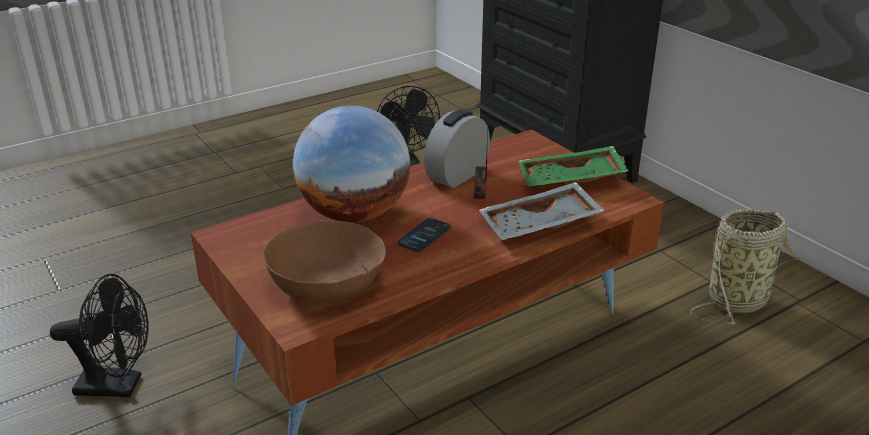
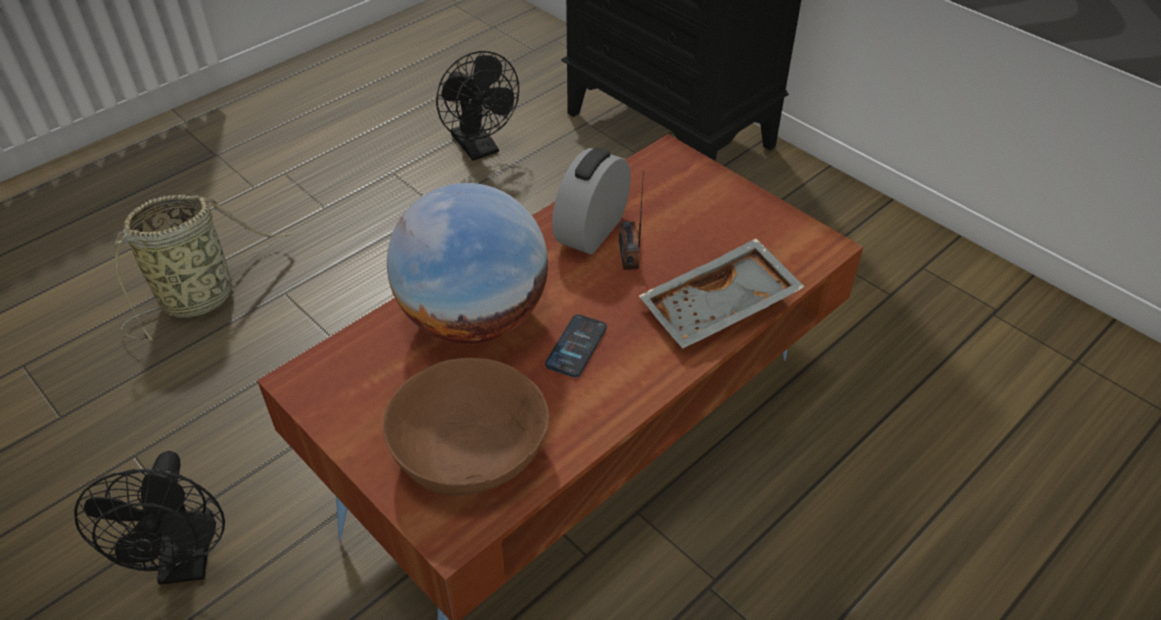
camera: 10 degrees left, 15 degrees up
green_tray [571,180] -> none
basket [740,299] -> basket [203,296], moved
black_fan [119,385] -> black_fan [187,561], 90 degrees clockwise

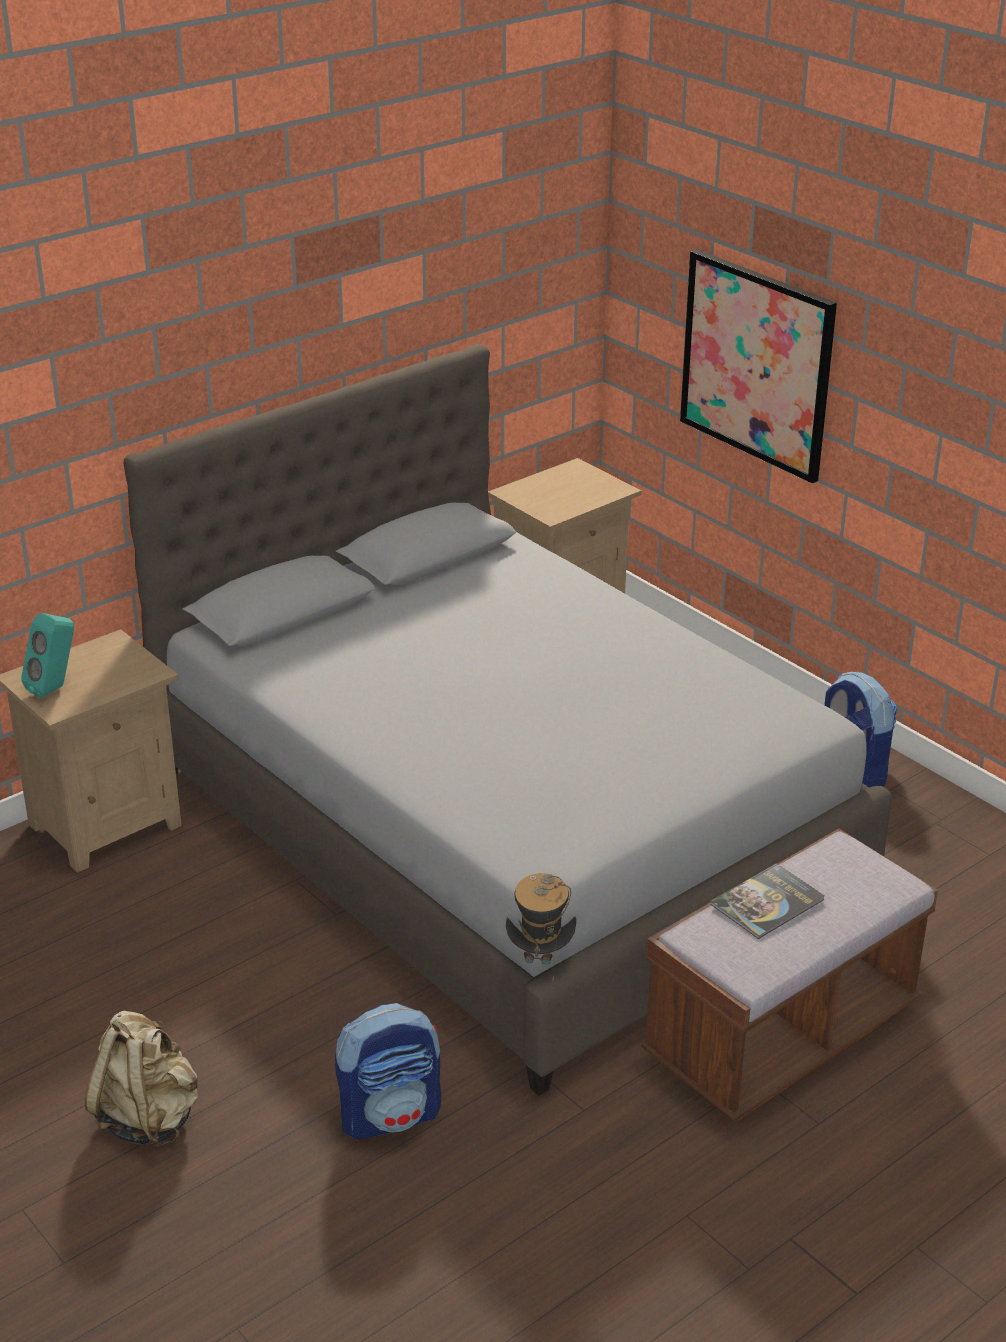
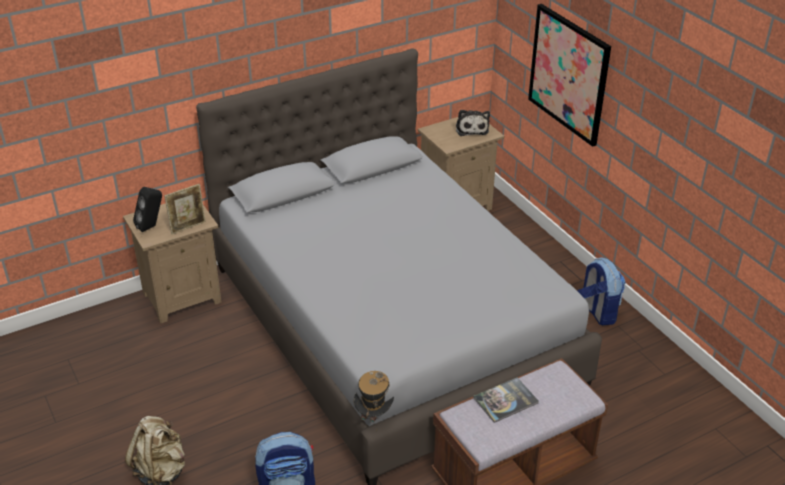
camera: 10 degrees right, 5 degrees up
turquoise_speaker [55,688] -> black_speaker [151,226]
none -> plush_toy [471,128]
none -> picture_frame [188,227]

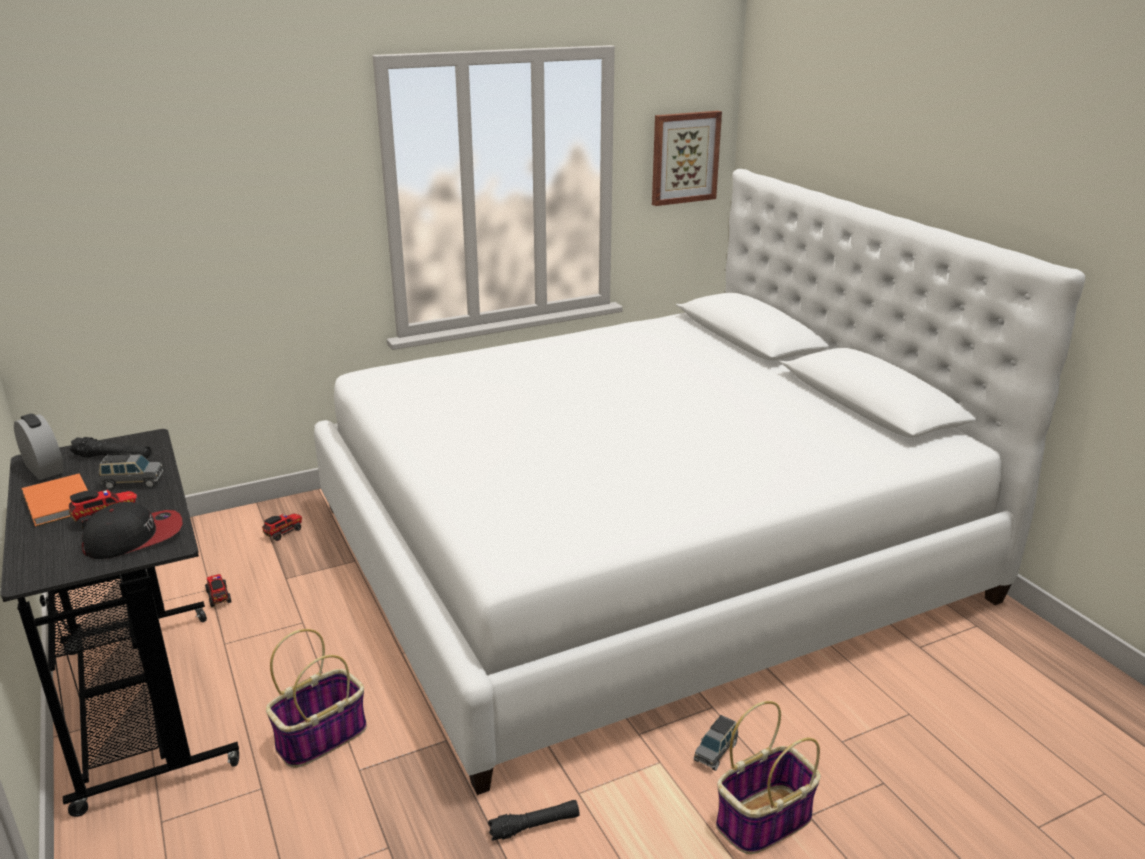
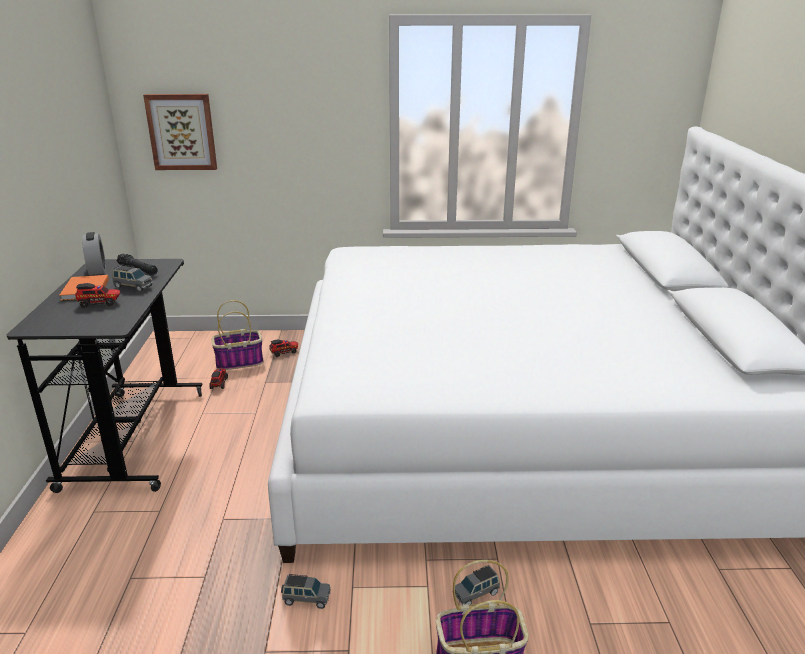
camera: 25 degrees right, 0 degrees up
picture [684,157] -> picture [182,132], moved
cap [134,537] -> none
basket [322,736] -> basket [240,362], moved
black_flashlight [534,826] -> grey_toy_car [306,599]

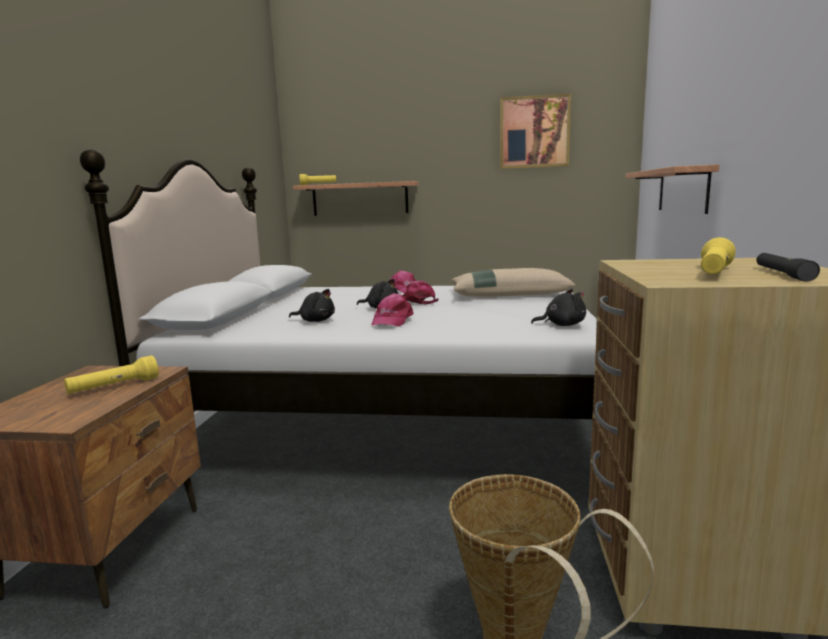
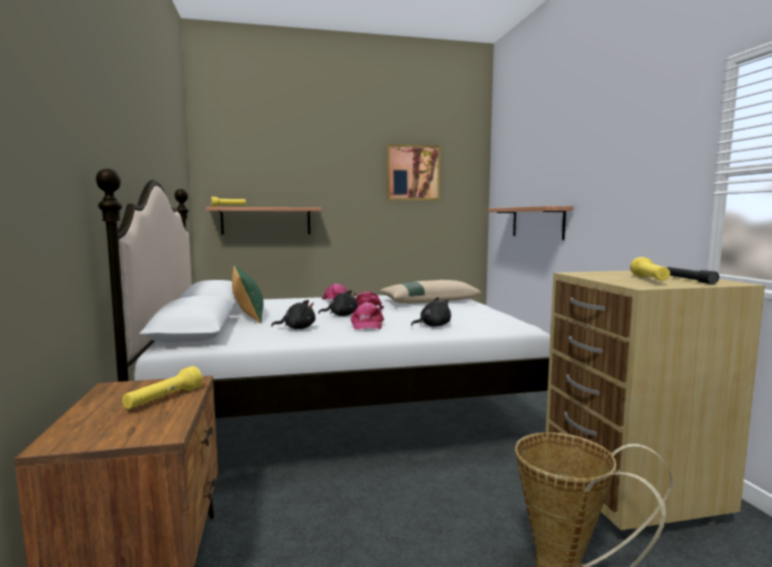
camera: 20 degrees left, 5 degrees down
black_plush_toy [562,325] -> black_plush_toy [433,326], moved
none -> green_pillow [248,314]

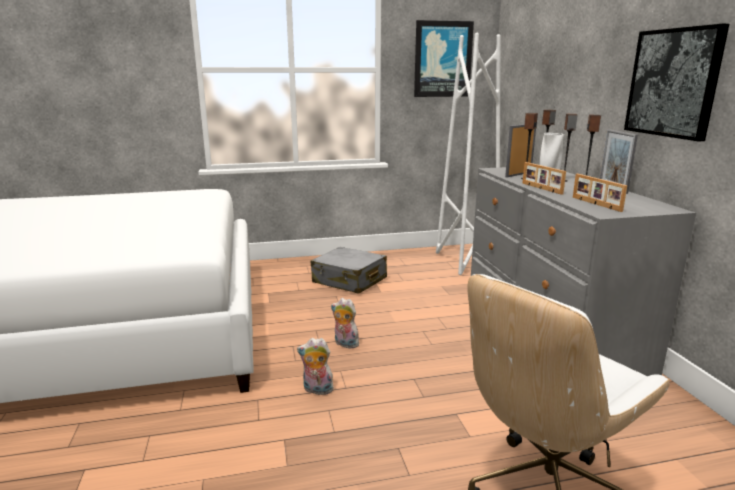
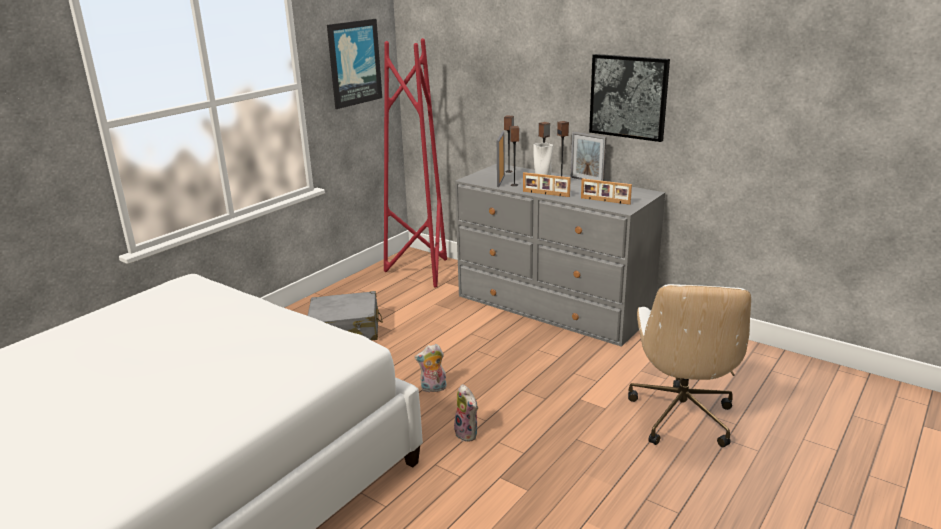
camera: 40 degrees left, 5 degrees up
white_clothes_rack [465,262] -> red_clothes_rack [422,272]
plush_toy [316,390] -> plush_toy [468,433], 90 degrees counterclockwise

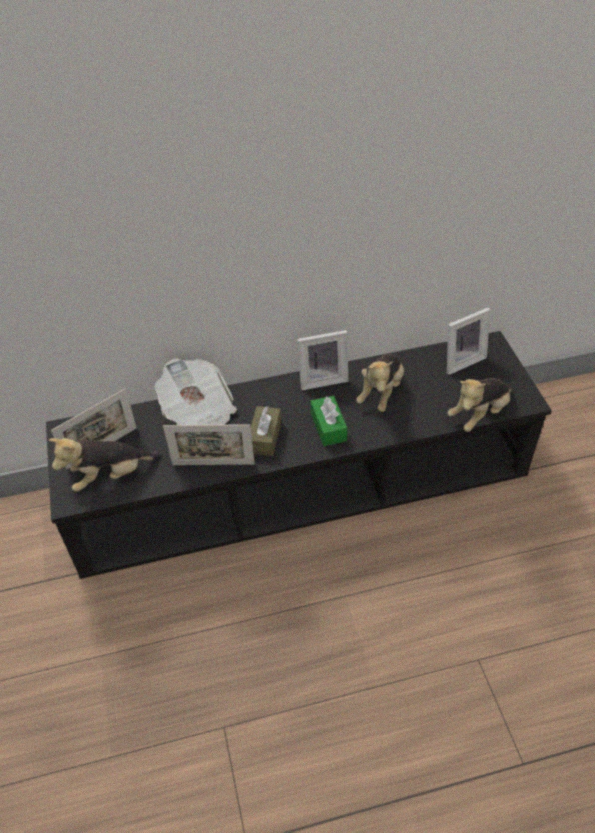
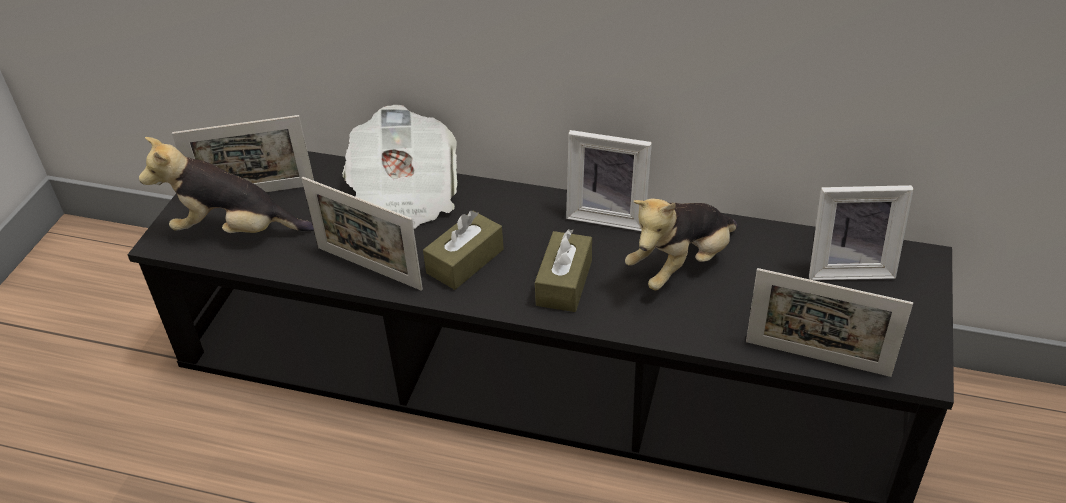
camera: 30 degrees right, 5 degrees down
plush_toy [479,414] -> picture_frame [817,358]
green_tissue_box [328,427] -> brown_tissue_box [564,282]

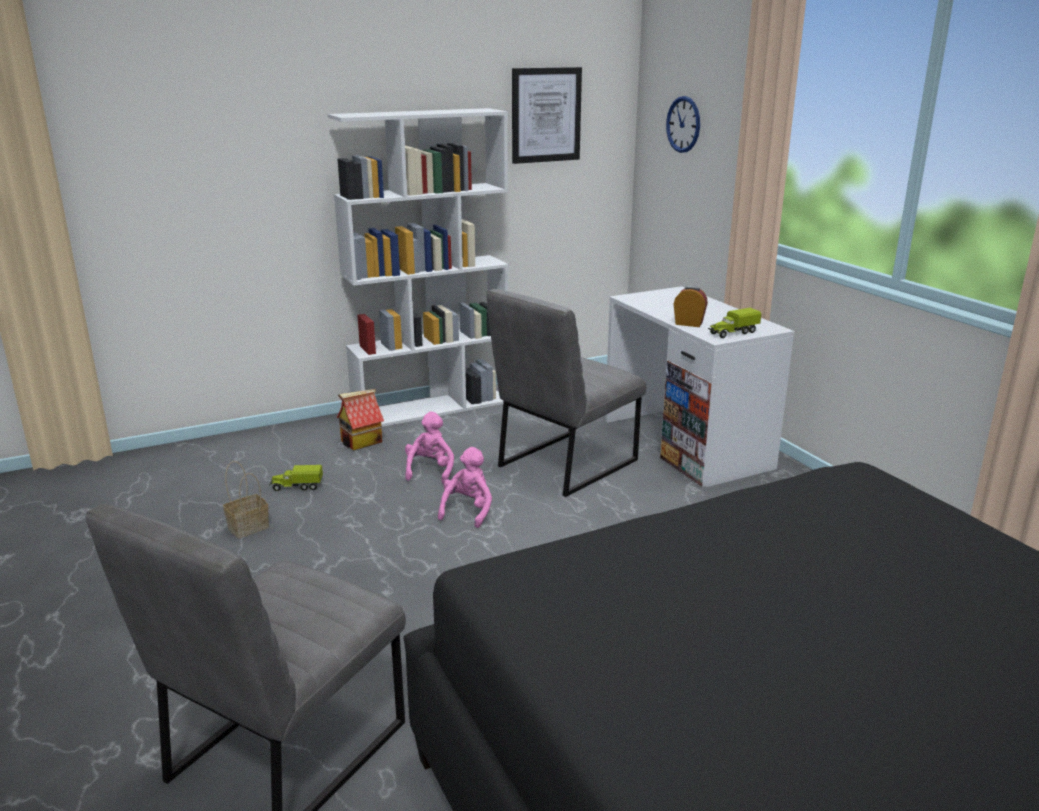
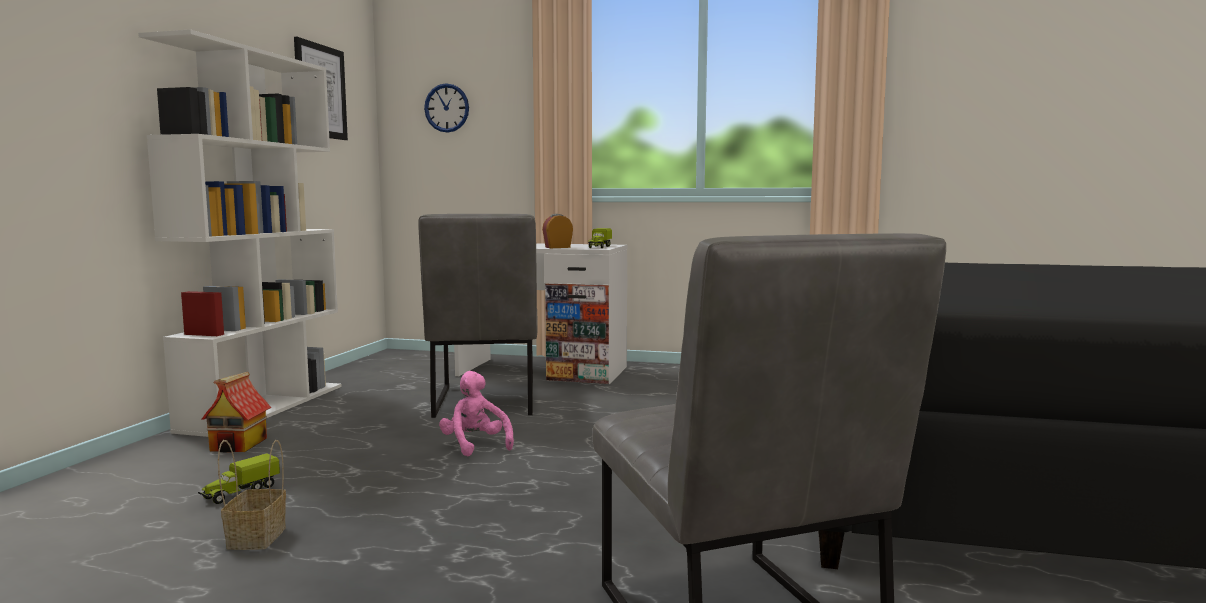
camera: 50 degrees left, 15 degrees down
pink_plush_toy [430,471] -> none

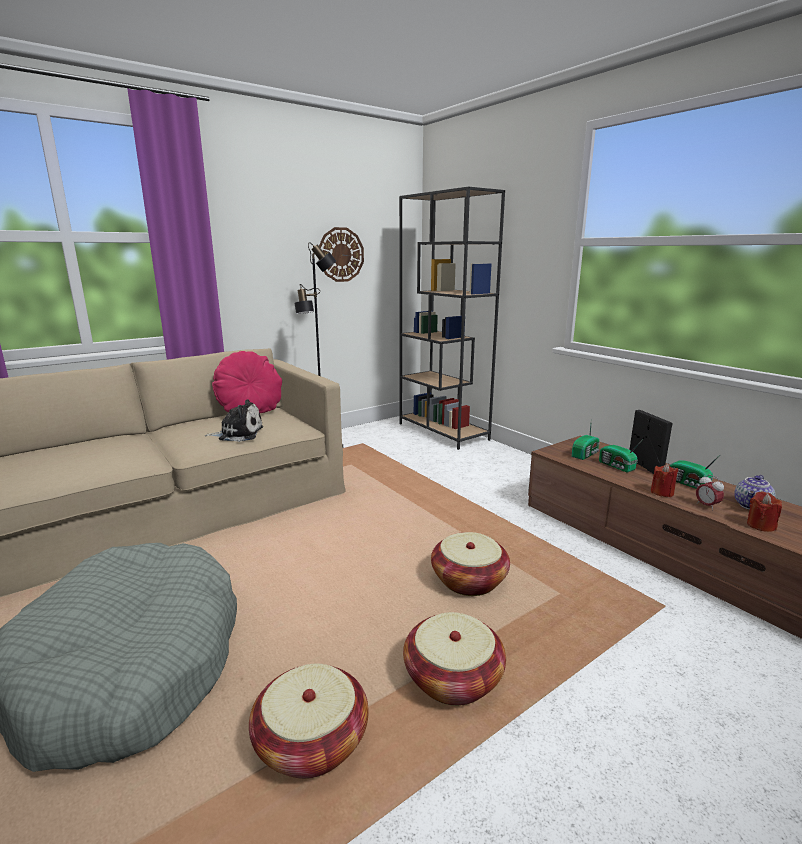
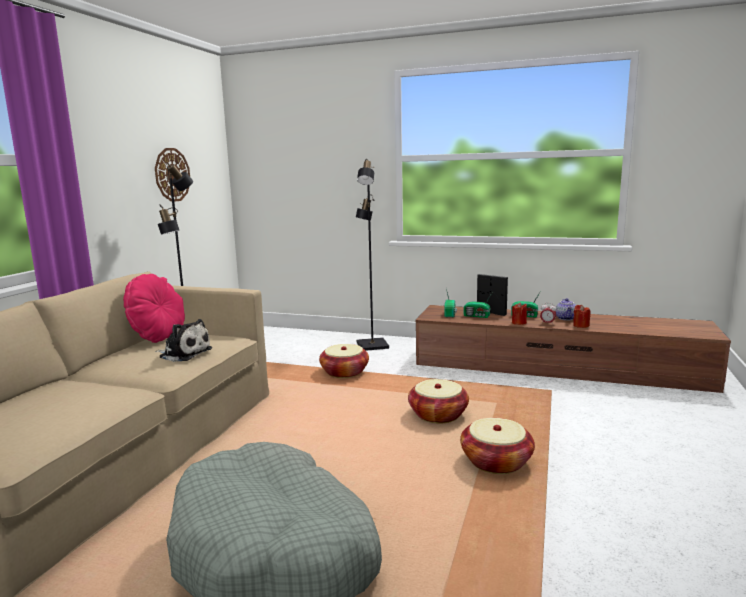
camera: 35 degrees left, 5 degrees down
bookcase [443,431] -> none
plush_toy [238,434] -> plush_toy [184,353], 60 degrees clockwise
basket [311,742] -> basket [344,372], moved
none -> black_floor_lamp [372,345]

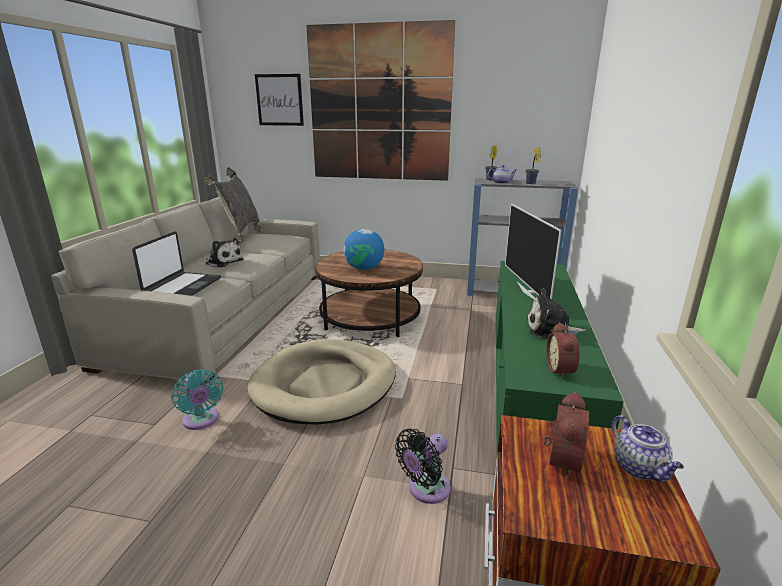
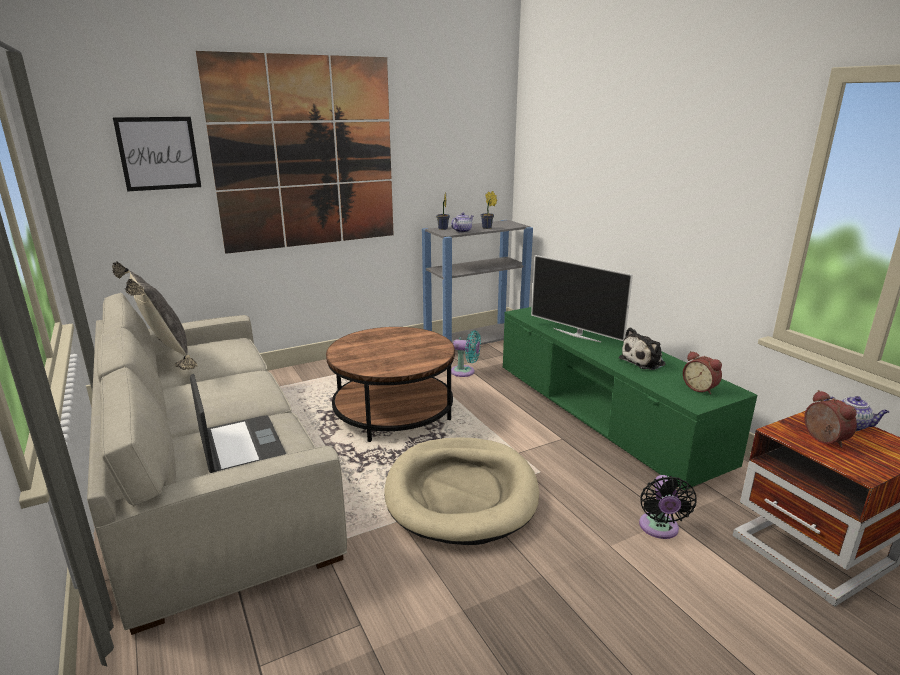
camera: 40 degrees left, 0 degrees up
globe [364,268] -> none
plush_toy [223,262] -> none
turquoise_fan [201,421] -> turquoise_fan [465,372], moved

